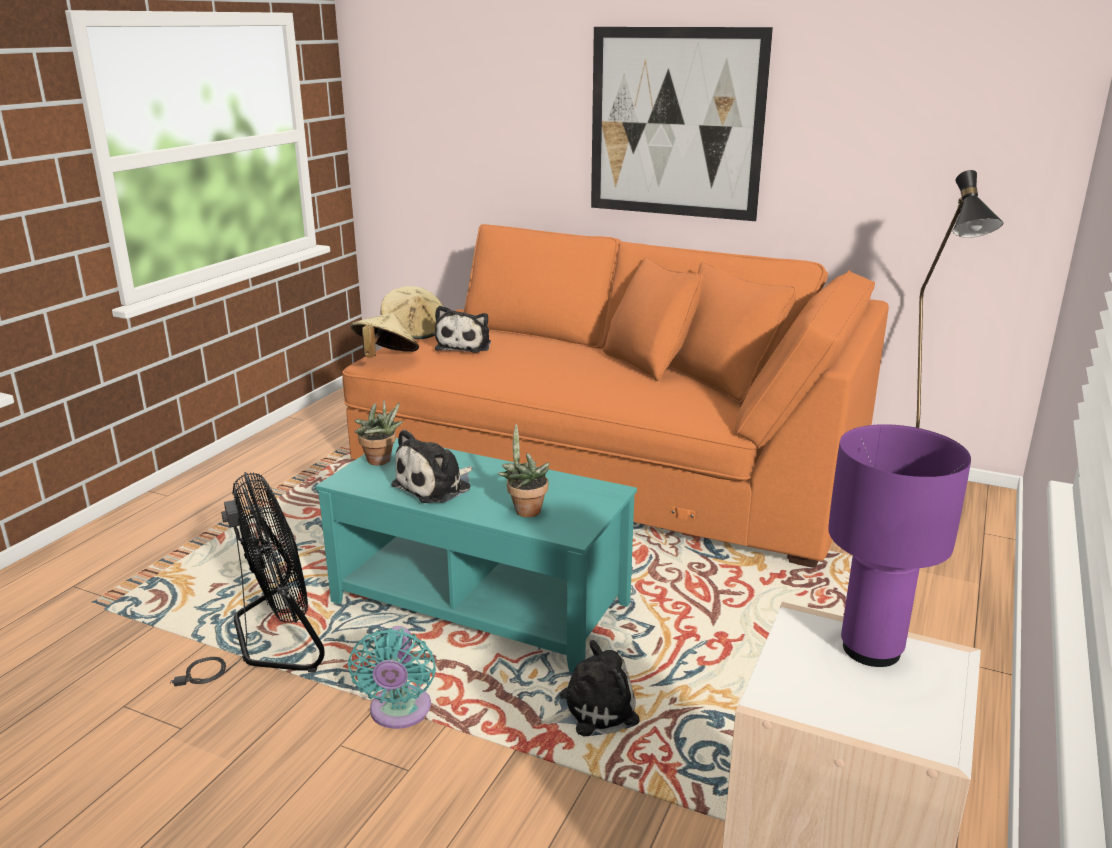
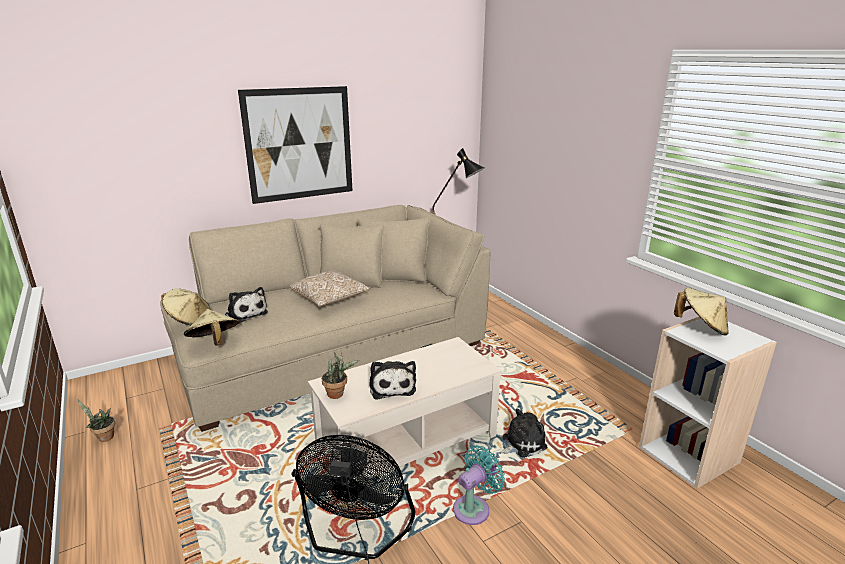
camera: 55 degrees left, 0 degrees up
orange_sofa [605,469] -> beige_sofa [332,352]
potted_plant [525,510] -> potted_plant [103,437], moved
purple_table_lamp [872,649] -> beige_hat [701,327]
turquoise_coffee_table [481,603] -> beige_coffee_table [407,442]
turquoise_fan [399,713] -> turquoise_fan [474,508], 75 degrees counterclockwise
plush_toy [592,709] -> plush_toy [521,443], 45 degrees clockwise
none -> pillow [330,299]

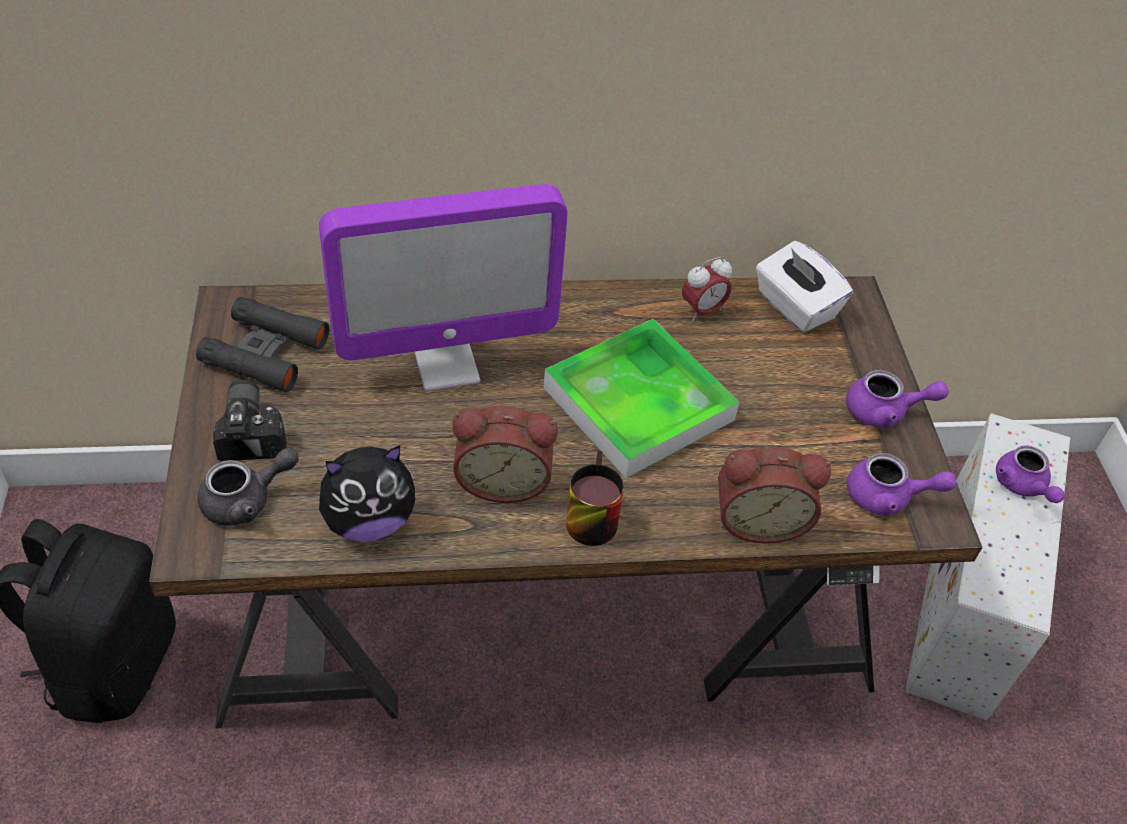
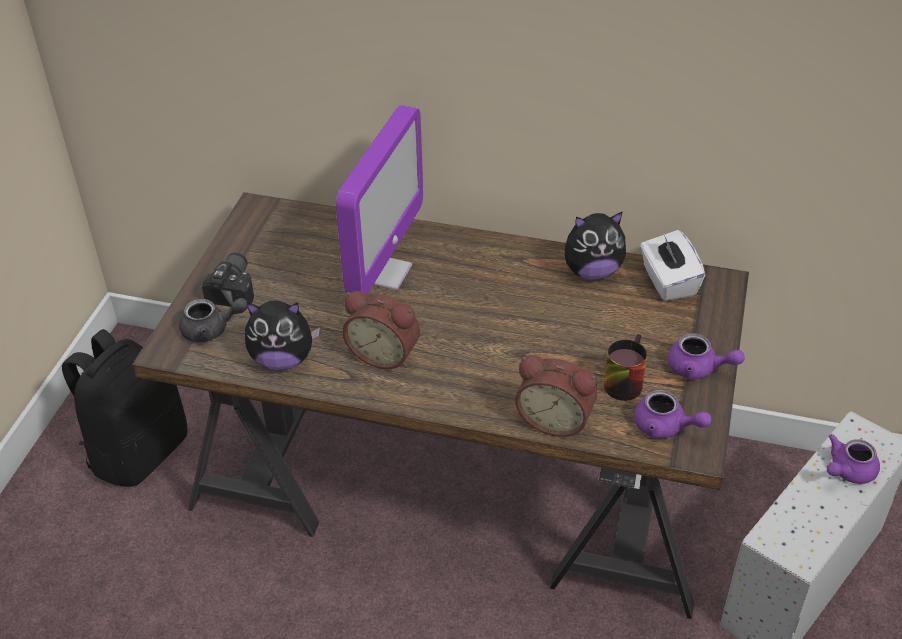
camera: 25 degrees right, 5 degrees down
monitor [446,365] -> monitor [383,272], 75 degrees counterclockwise
alarm_clock [702,311] -> plush_toy [592,271]
black_binoculars [265,352] -> none
tray [638,404] -> none
purple_teapot [1022,486] -> purple_teapot [847,471], 45 degrees clockwise
mug [587,515] -> mug [622,380], moved

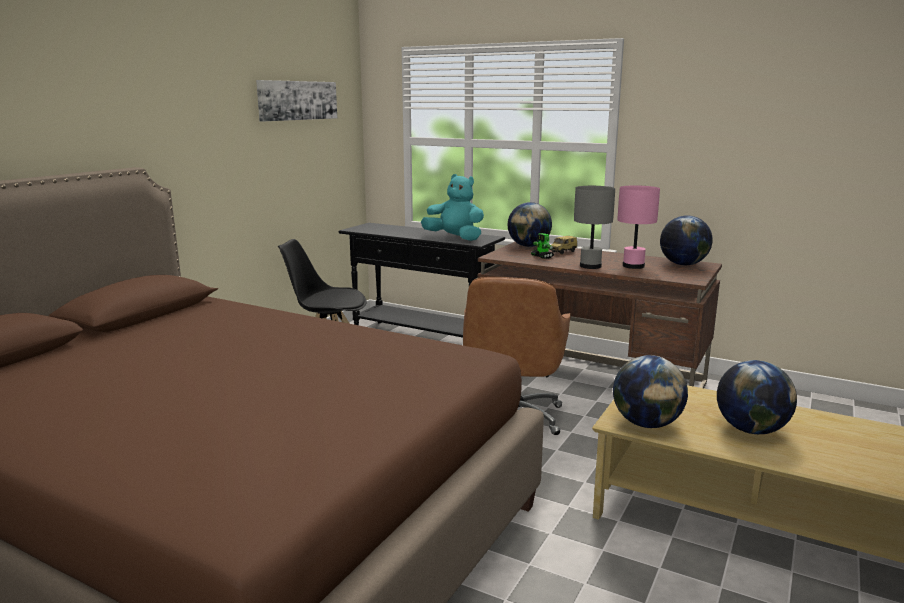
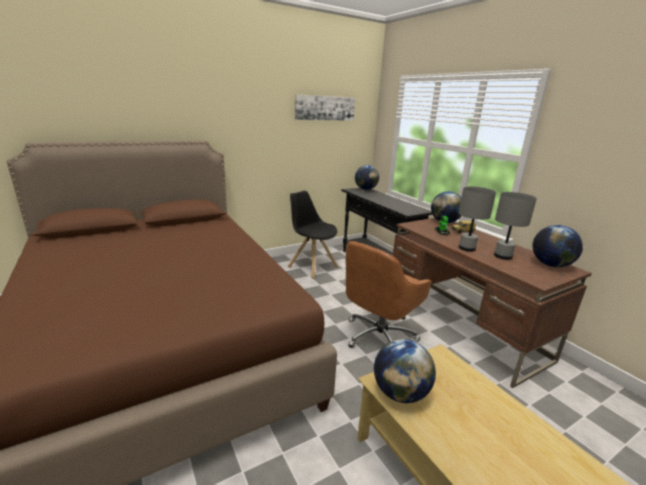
camera: 30 degrees right, 5 degrees up
turquoise_plush_toy [455,238] -> none
pink_table_lamp [633,266] -> grey_table_lamp [502,256]
globe [750,430] -> globe [365,189], moved

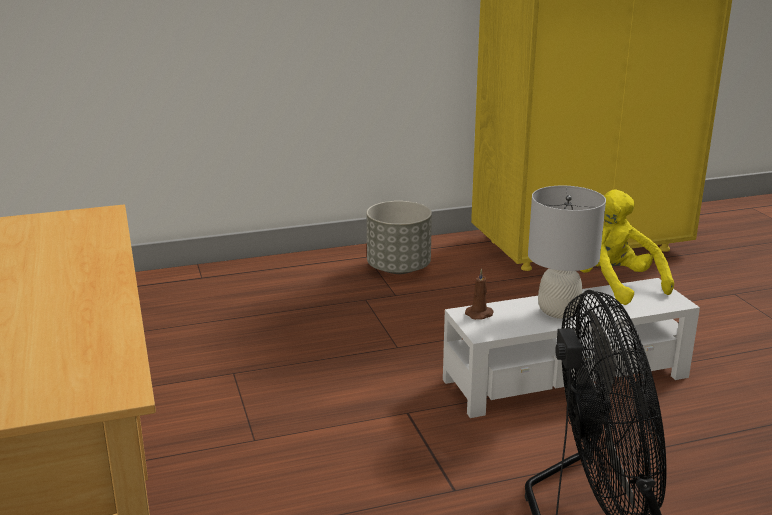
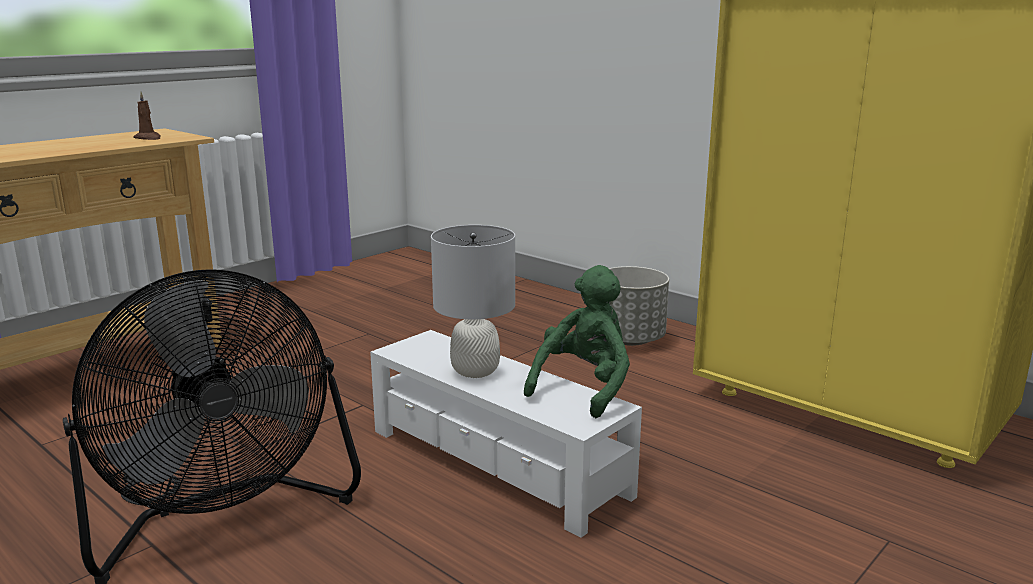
camera: 60 degrees right, 5 degrees down
yellow_plush_toy [616,285] -> green_plush_toy [584,387]
brown_candle [480,314] -> brown_candle [148,138], moved

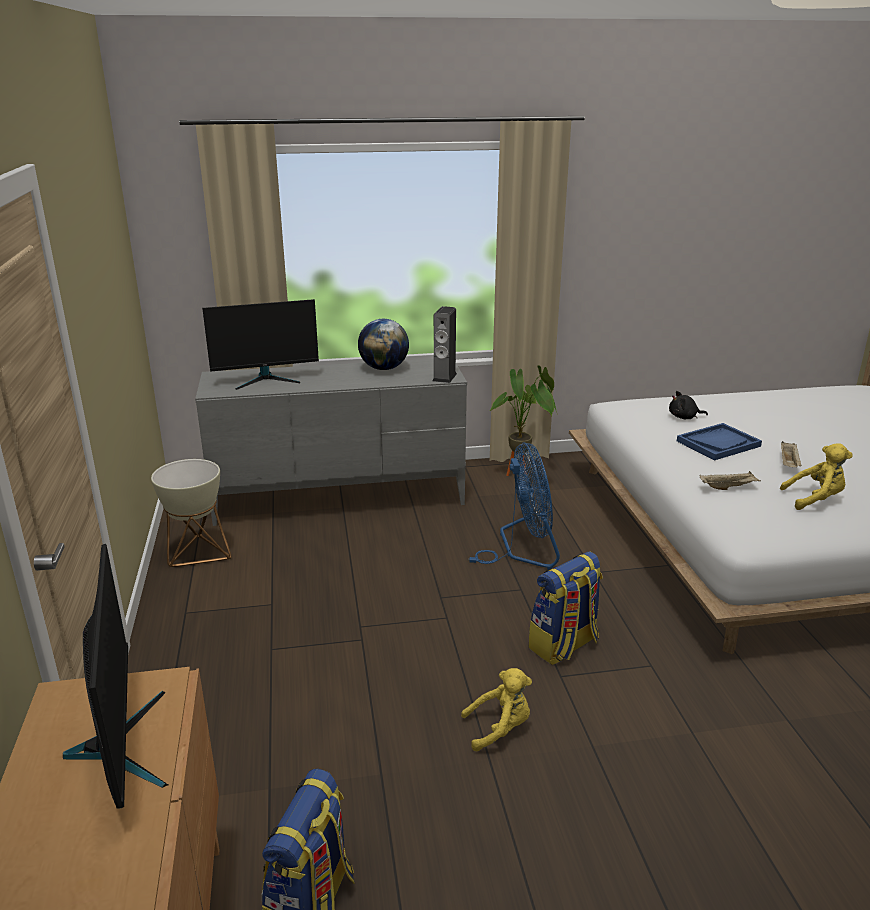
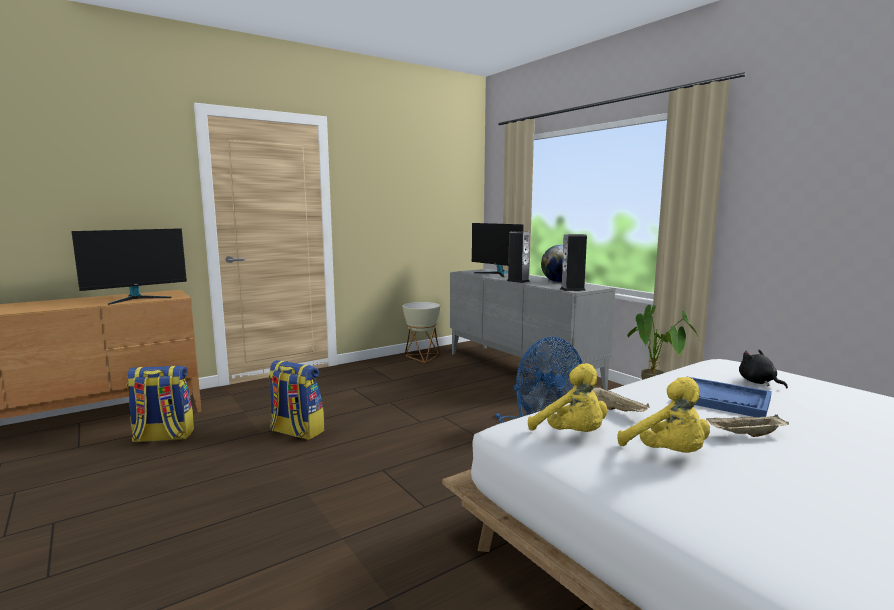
camera: 65 degrees right, 15 degrees down
backpack [564,645] -> backpack [296,432], moved
yellow_plush_toy [500,728] -> yellow_plush_toy [572,435], moved
none -> speaker [518,281]

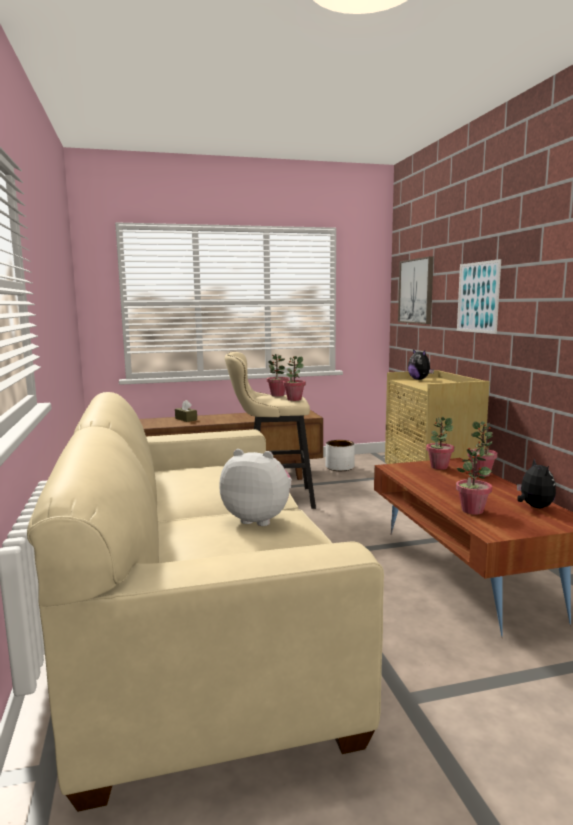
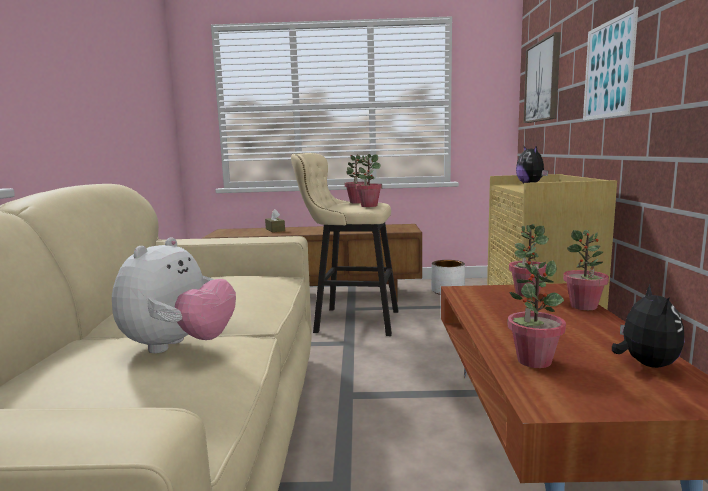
camera: 15 degrees right, 0 degrees up
plush_toy [258,519] -> plush_toy [179,347], 75 degrees clockwise

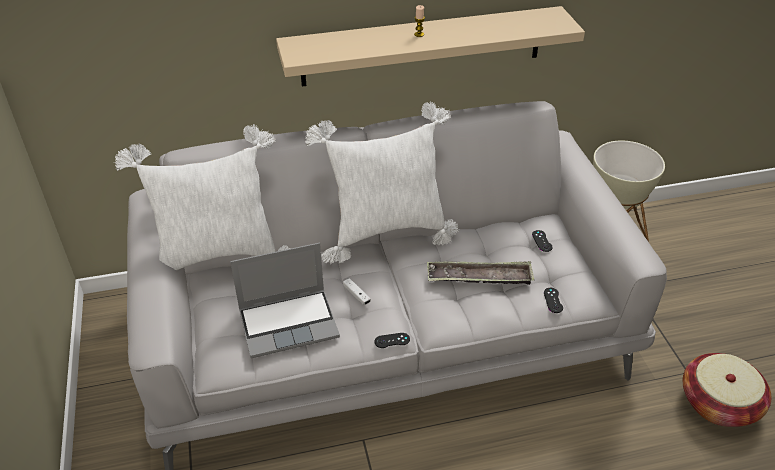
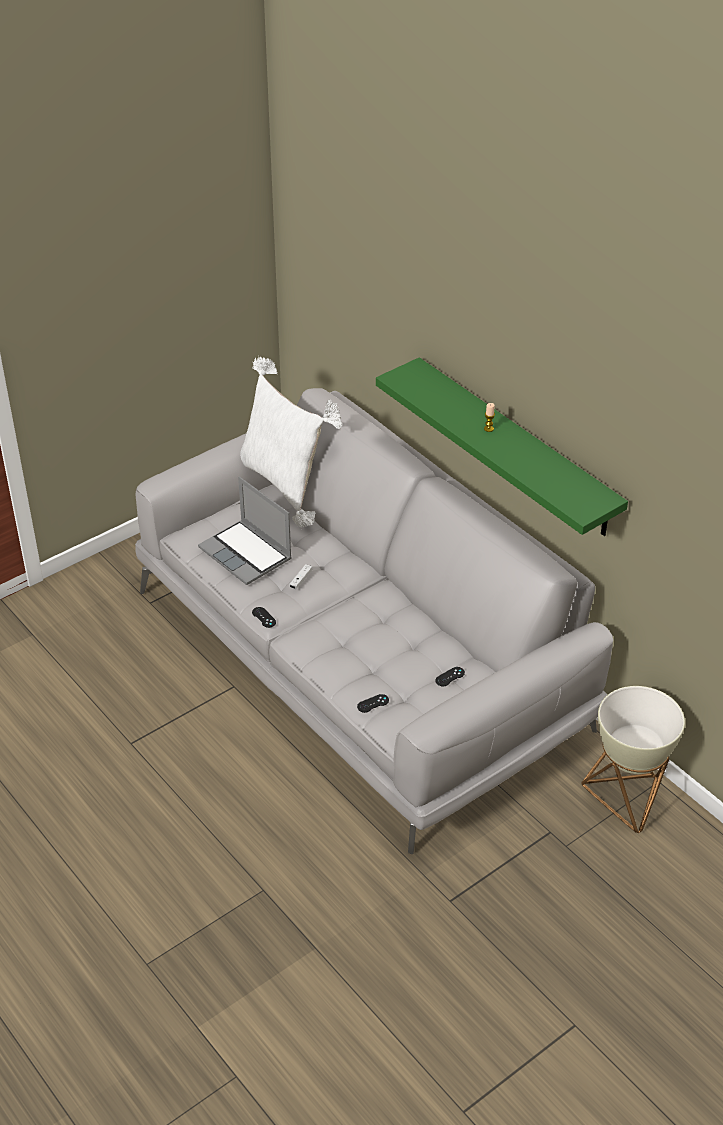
camera: 65 degrees right, 0 degrees up
beige_shelf [422,46] -> green_shelf [515,447]
white_pillow [385,239] -> none
tray [479,277] -> none
basket [718,403] -> none

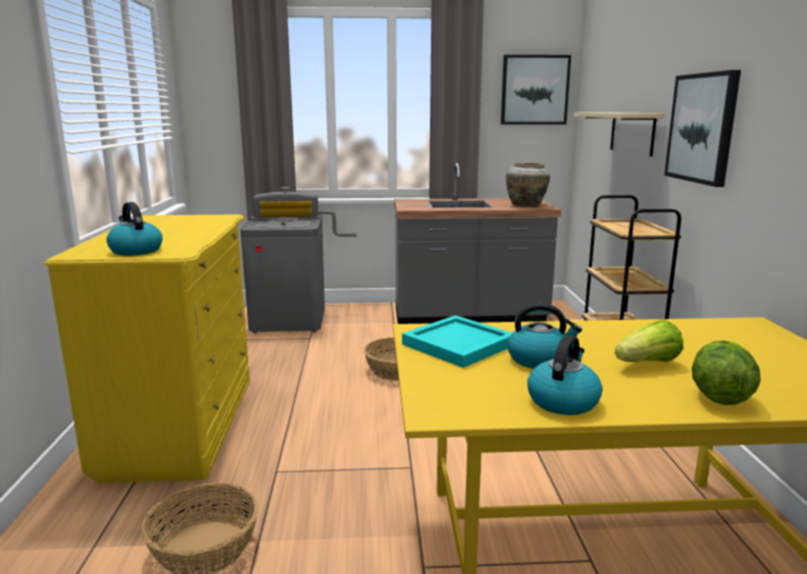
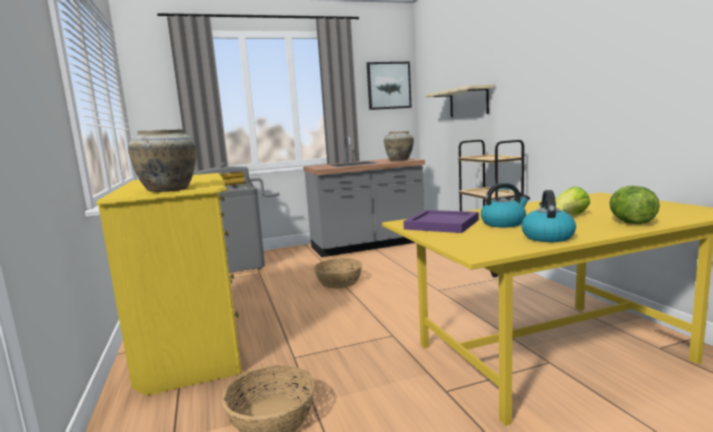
camera: 15 degrees left, 5 degrees down
picture [702,128] -> none
kettle [135,250] -> beige_vase [169,190]
turquoise_tray [460,344] -> purple_tray [443,224]

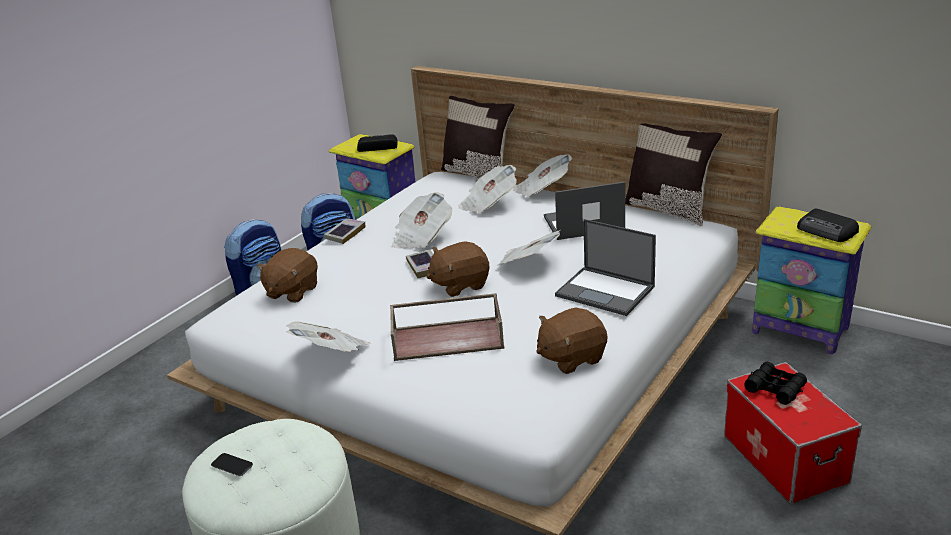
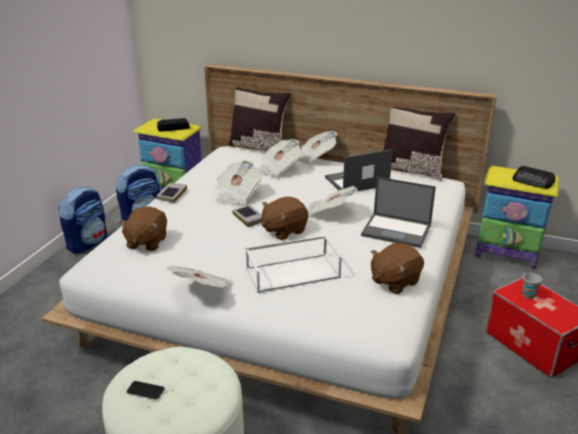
camera: 15 degrees left, 0 degrees up
brown_tray [448,338] -> white_tray [293,272]
black_binoculars [775,388] -> cup [528,295]

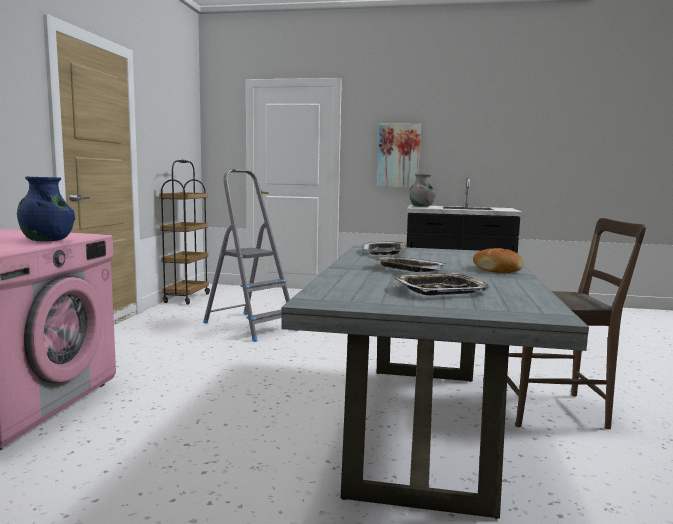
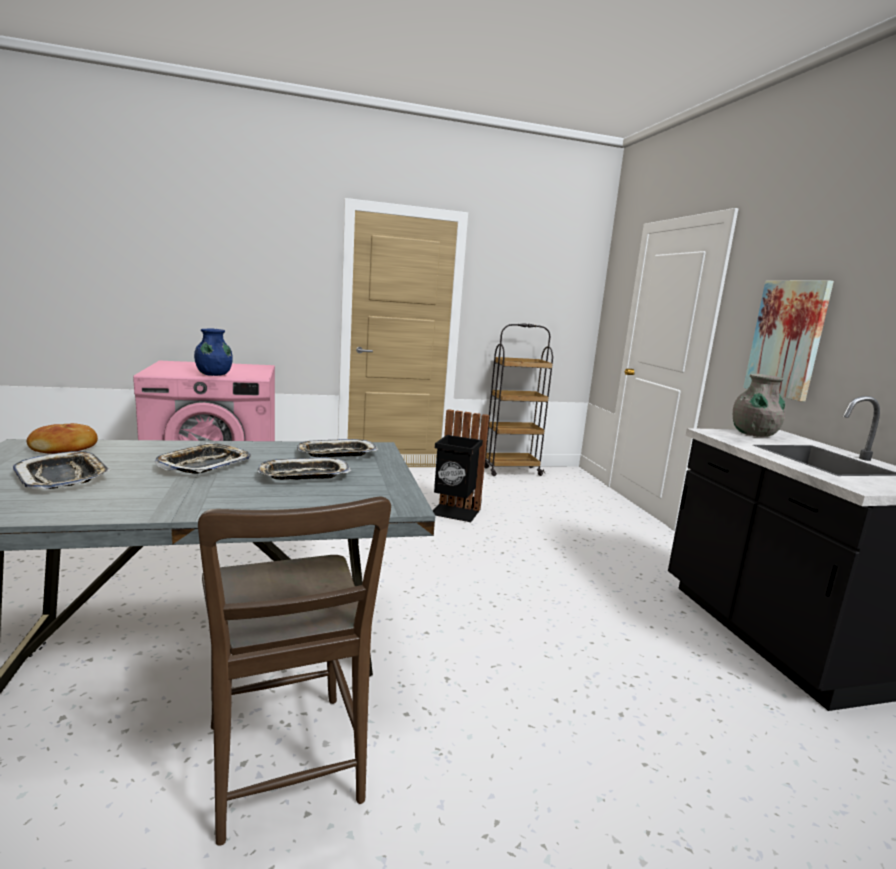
camera: 65 degrees right, 5 degrees up
grey_step_ladder [250,326] -> black_trash_can [454,512]
bread [497,269] -> bread [65,448], moved
none -> tray [304,475]

